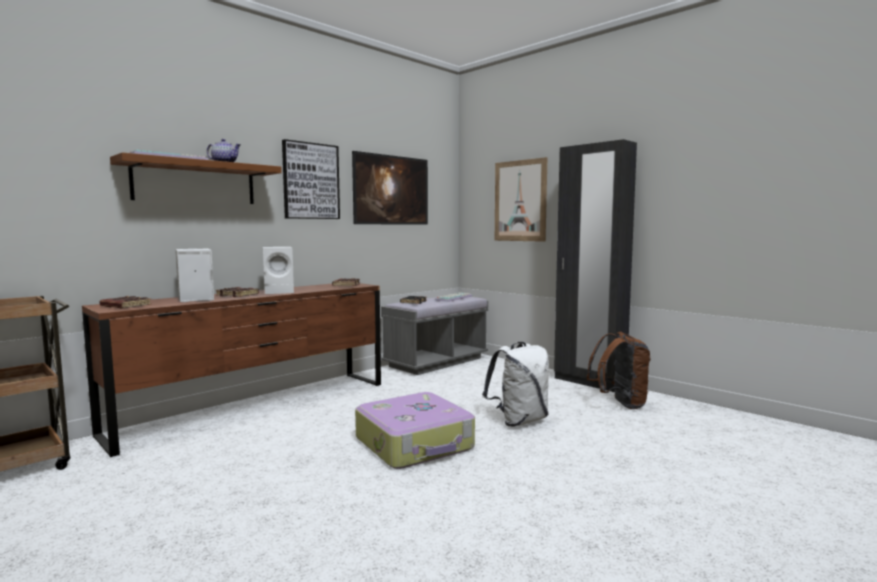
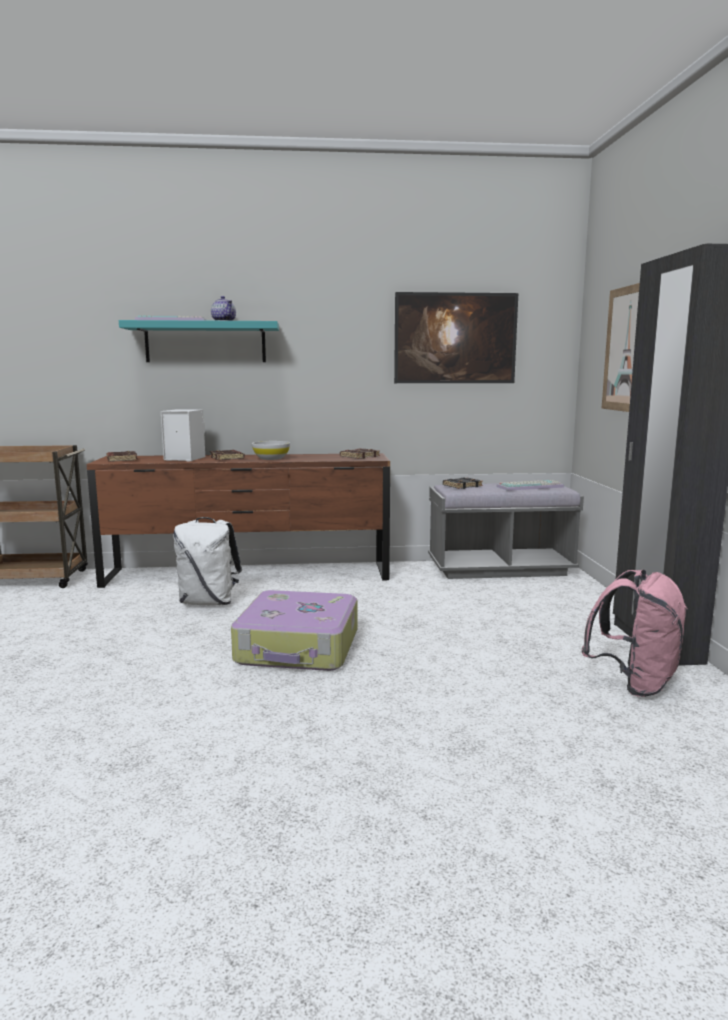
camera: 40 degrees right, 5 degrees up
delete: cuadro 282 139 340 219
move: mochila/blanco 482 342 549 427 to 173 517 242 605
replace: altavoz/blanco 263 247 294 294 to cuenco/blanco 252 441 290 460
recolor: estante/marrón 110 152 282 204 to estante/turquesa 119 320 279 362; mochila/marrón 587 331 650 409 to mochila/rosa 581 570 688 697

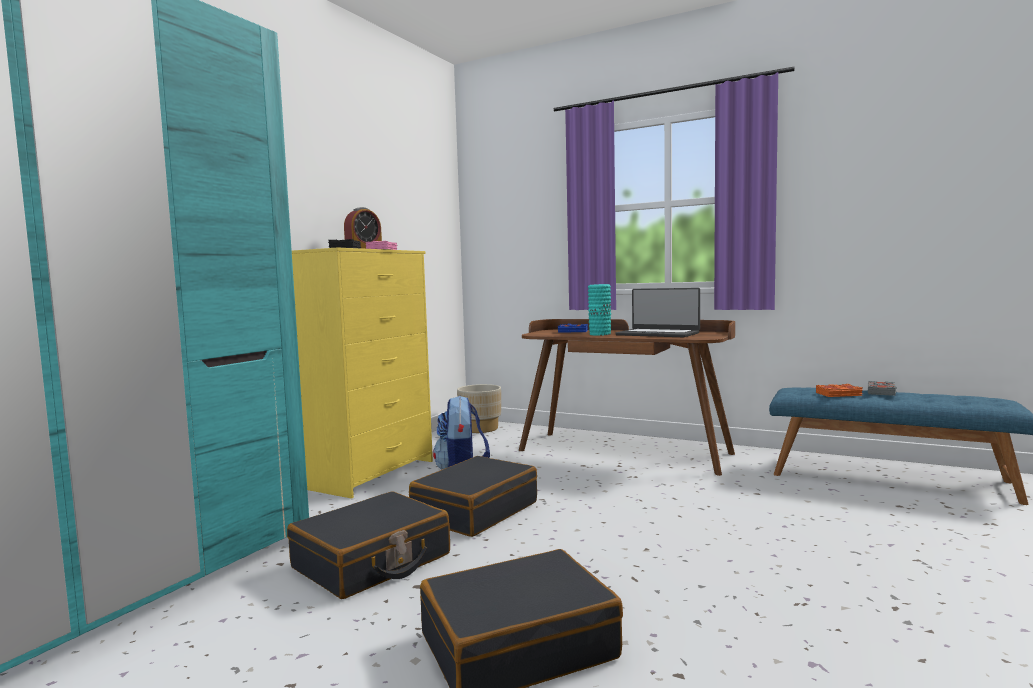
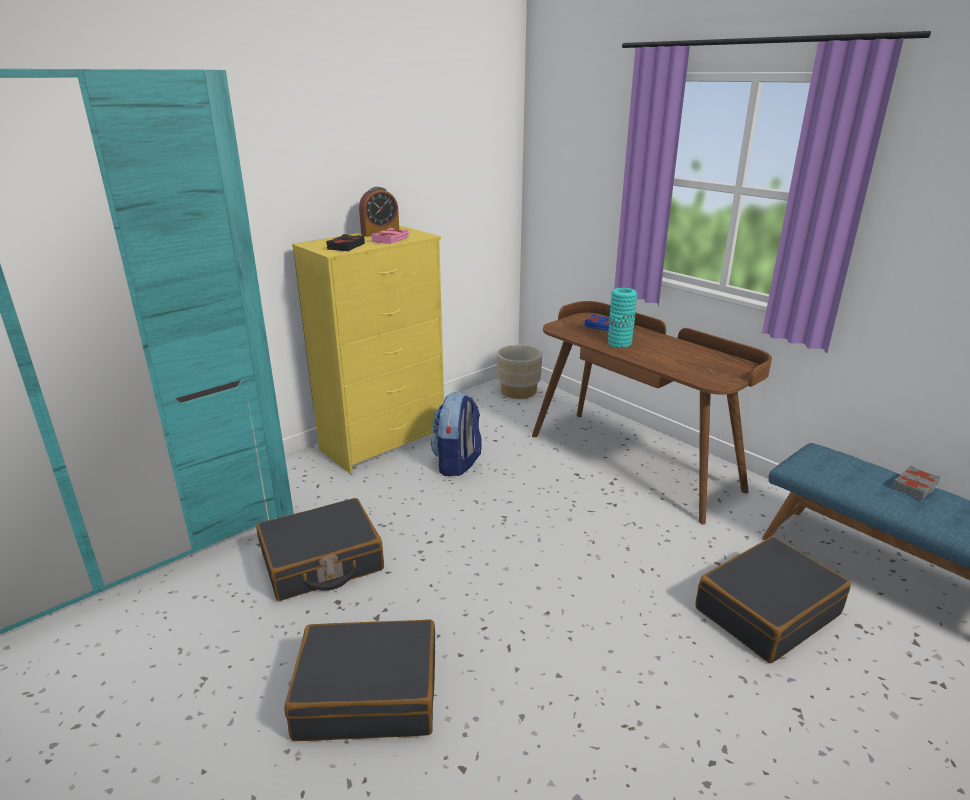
camera: 20 degrees right, 20 degrees up
delete: portátil 615 288 700 337; libro/naranja 816 384 863 397
move: maleta/negro 409 456 537 537 to 695 537 851 663

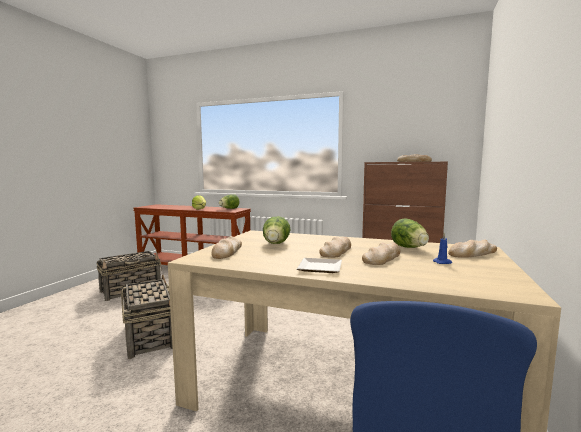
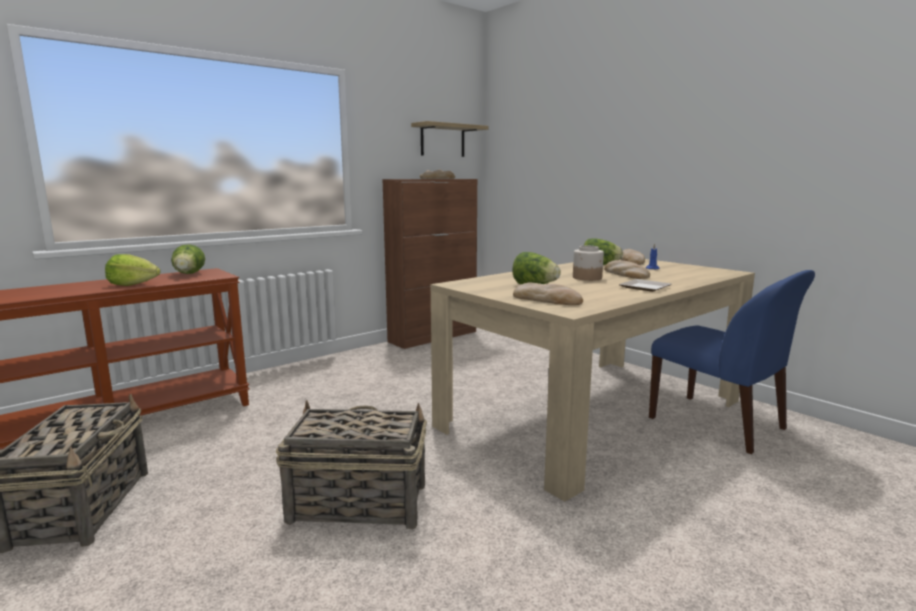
camera: 60 degrees left, 5 degrees up
insert: estante 411 121 488 157
replace: pan 319 237 351 258 to tarro 573 246 604 281

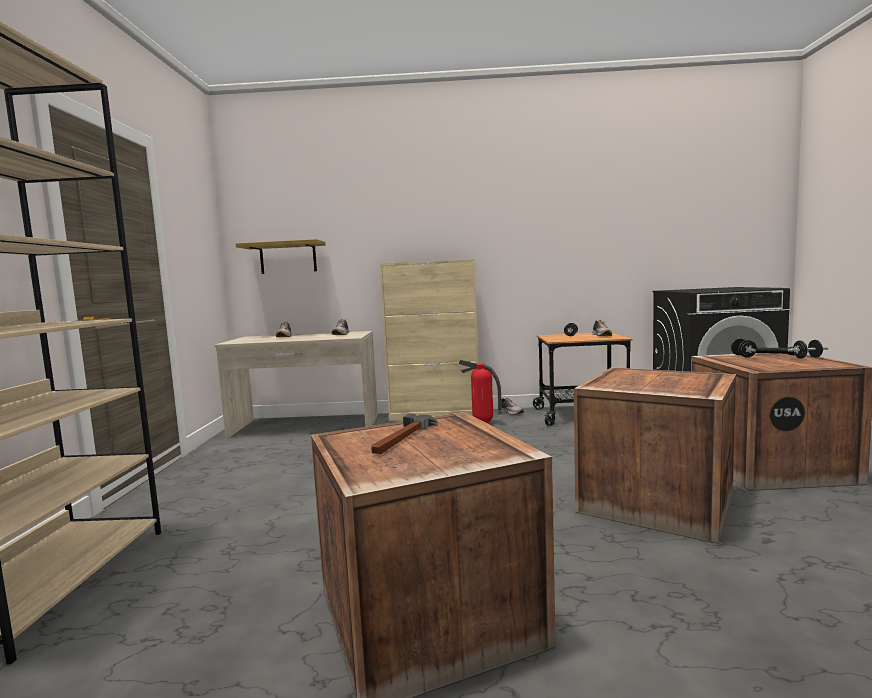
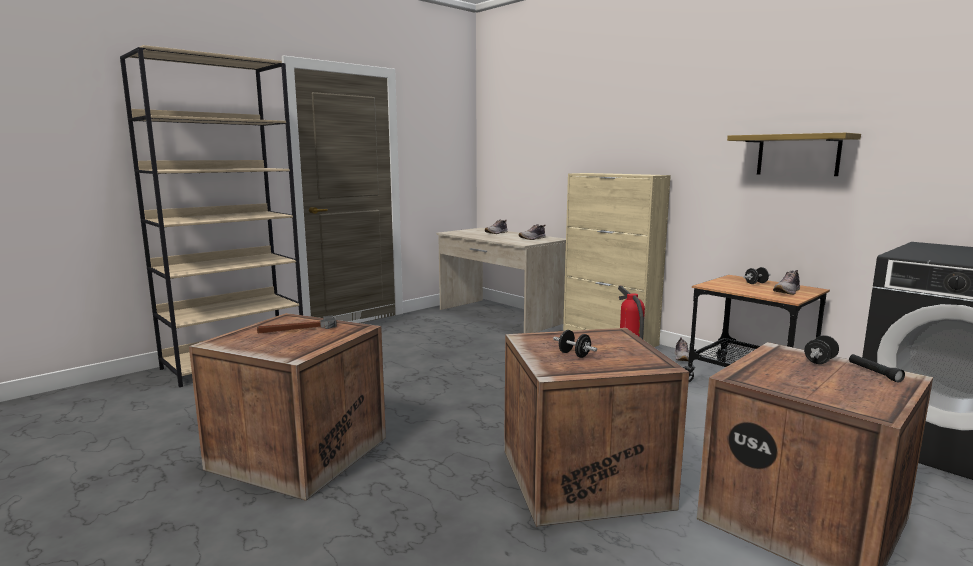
camera: 45 degrees right, 5 degrees up
move: estante 236 239 326 274 to 727 132 861 176; mancuerna/negro 788 340 829 359 to 553 330 597 358

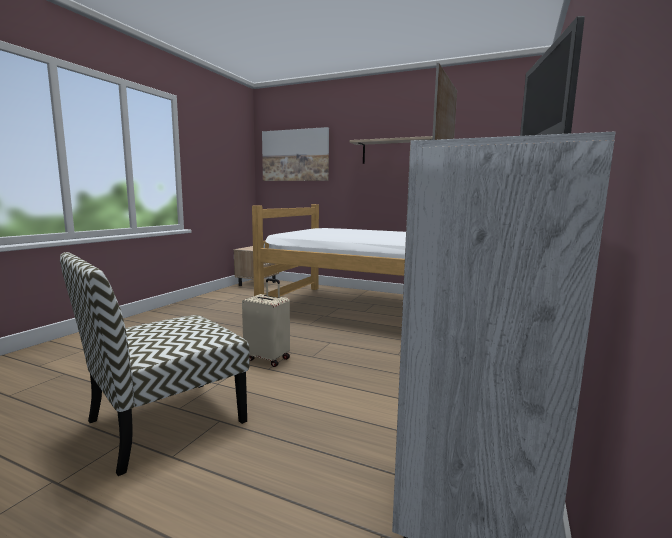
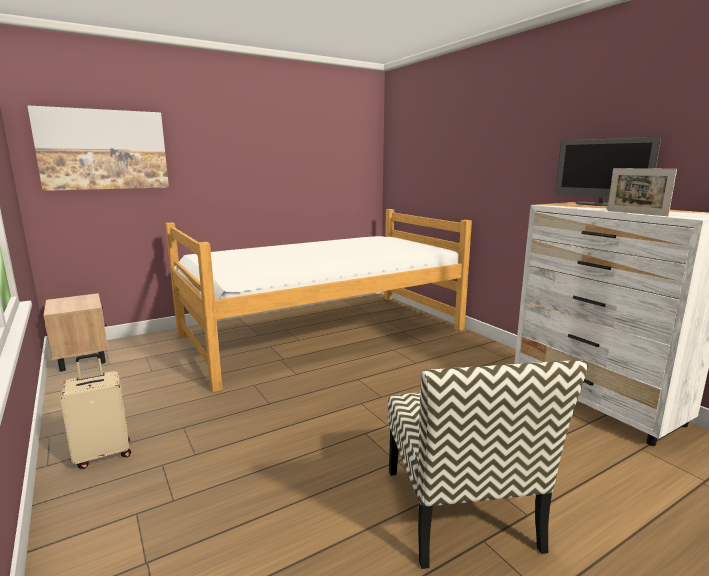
camera: 55 degrees left, 5 degrees up
delete: estante 350 136 432 164
move: maleta/beis 242 278 290 367 to 60 353 131 469

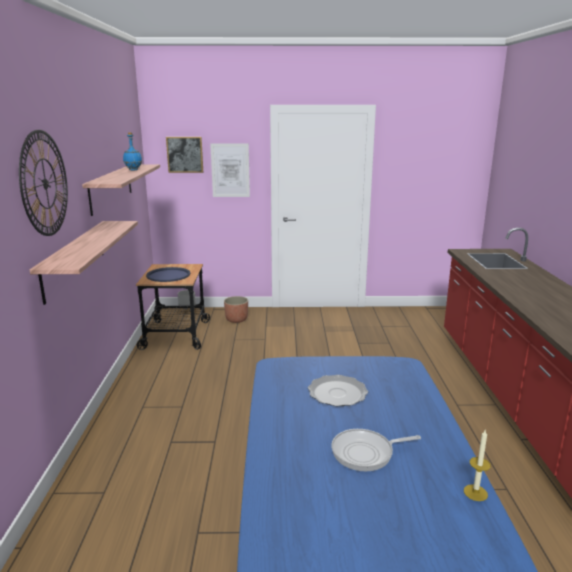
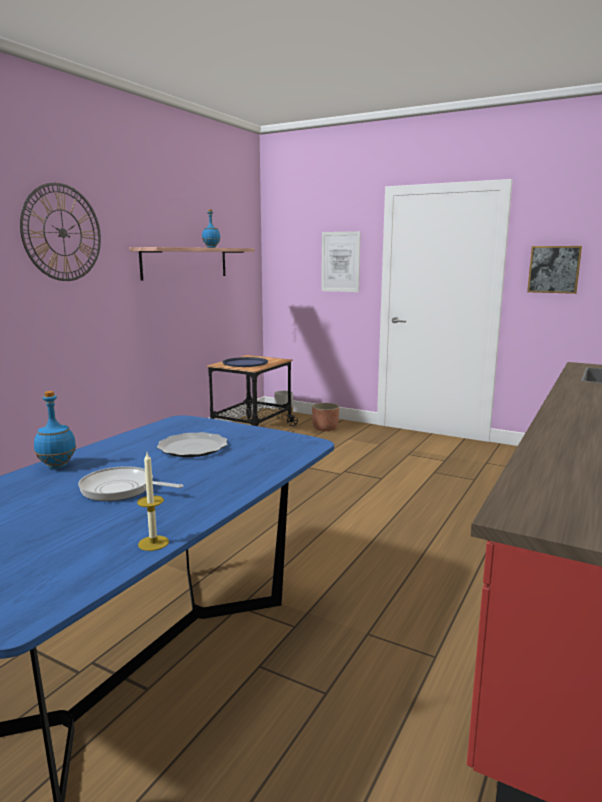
camera: 30 degrees right, 5 degrees down
delete: estante 30 221 138 305
insert: botella/azul 34 391 76 469
move: cuadro 166 137 203 173 to 527 246 582 294

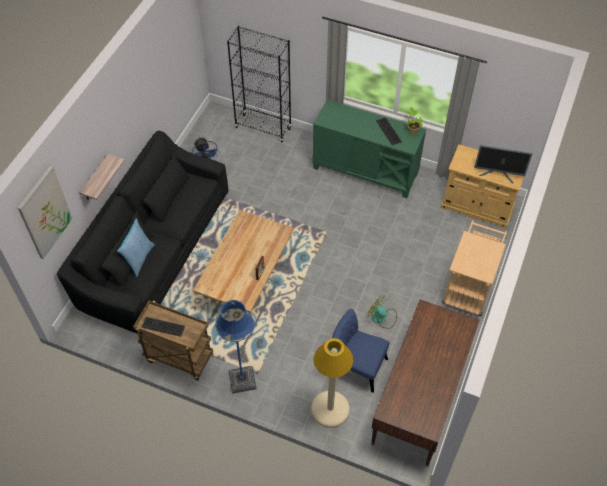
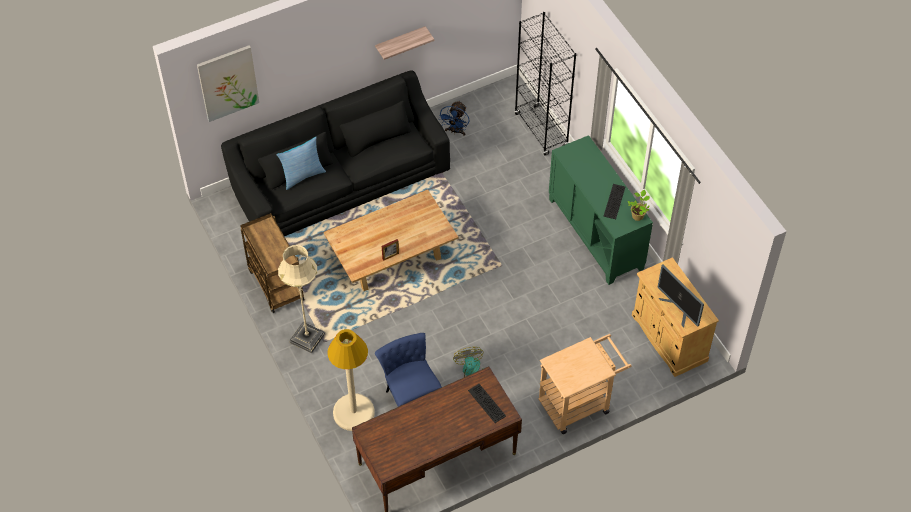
camera: 40 degrees right, 0 degrees up
move: estante 79 154 125 200 to 375 26 434 60; teclado 141 317 185 337 to 468 384 506 423
recolor: lámpara de pie/azul 215 300 256 394 to lámpara de pie/beis 278 245 325 353

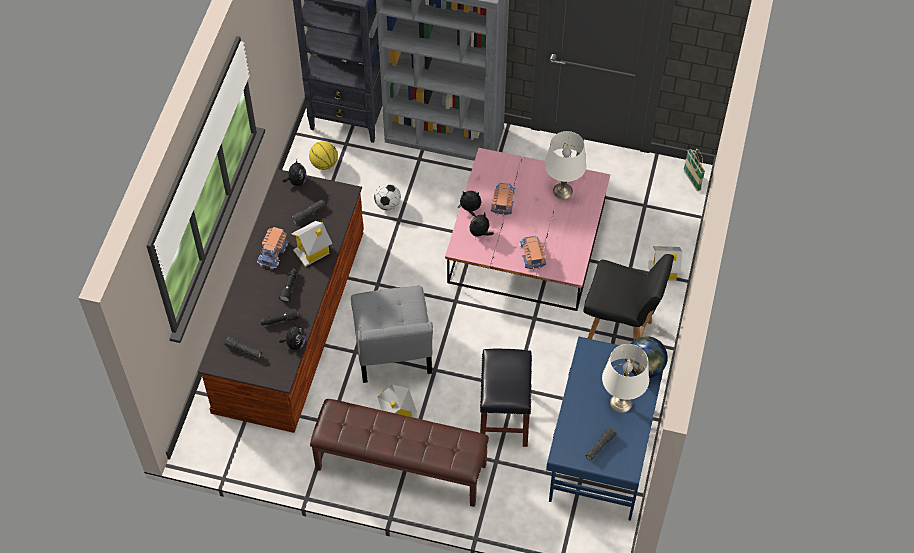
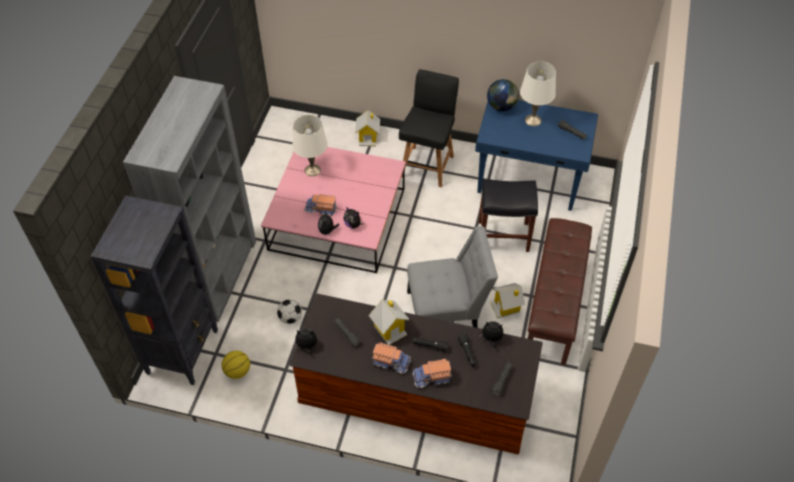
camera: 90 degrees left, 5 degrees down
delete: cesta 683 149 705 191
move: camión de juguete 519 236 546 271 to 412 359 452 388

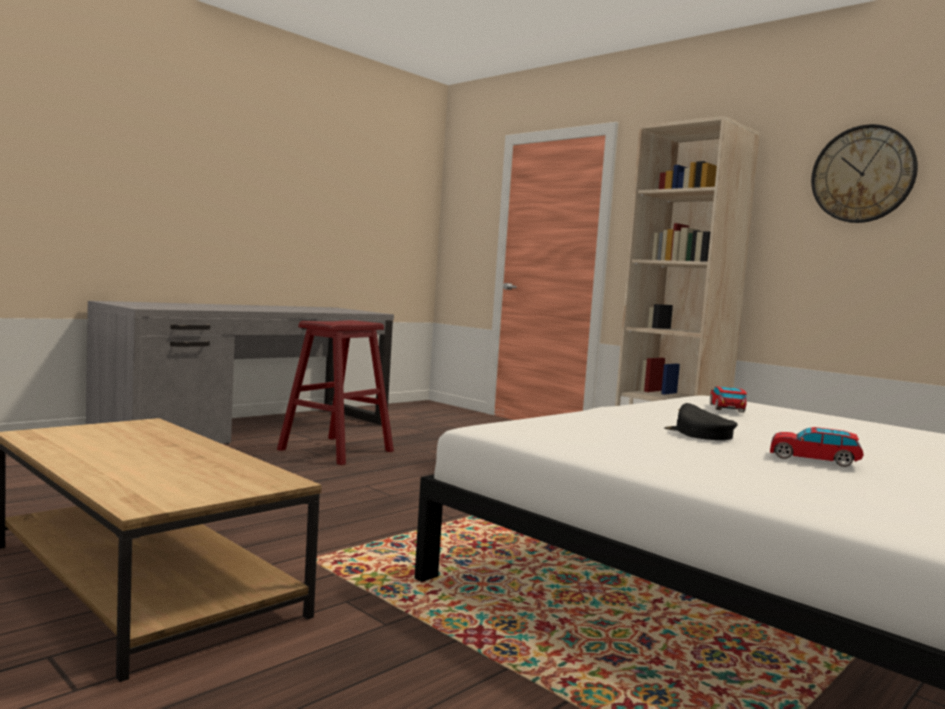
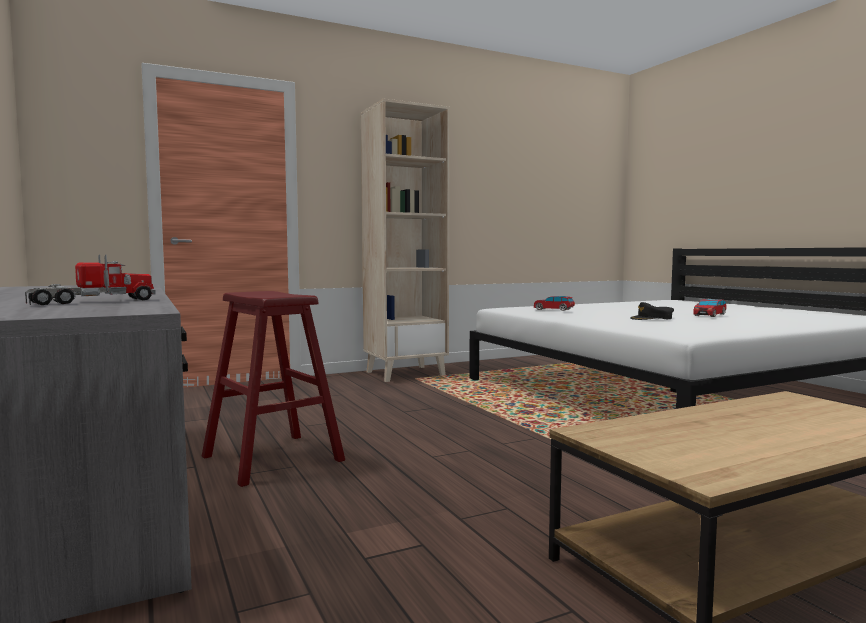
camera: 70 degrees left, 0 degrees up
delete: reloj de pared 811 124 918 223
insert: camión de juguete 25 254 156 305

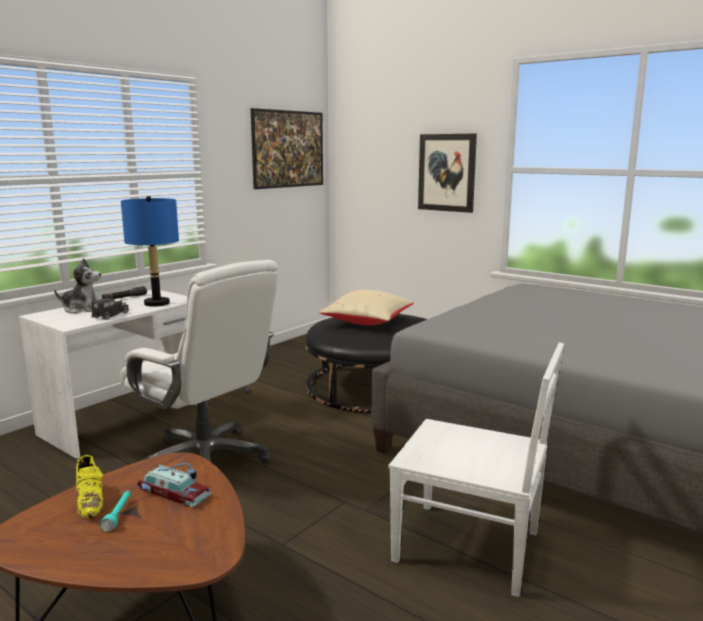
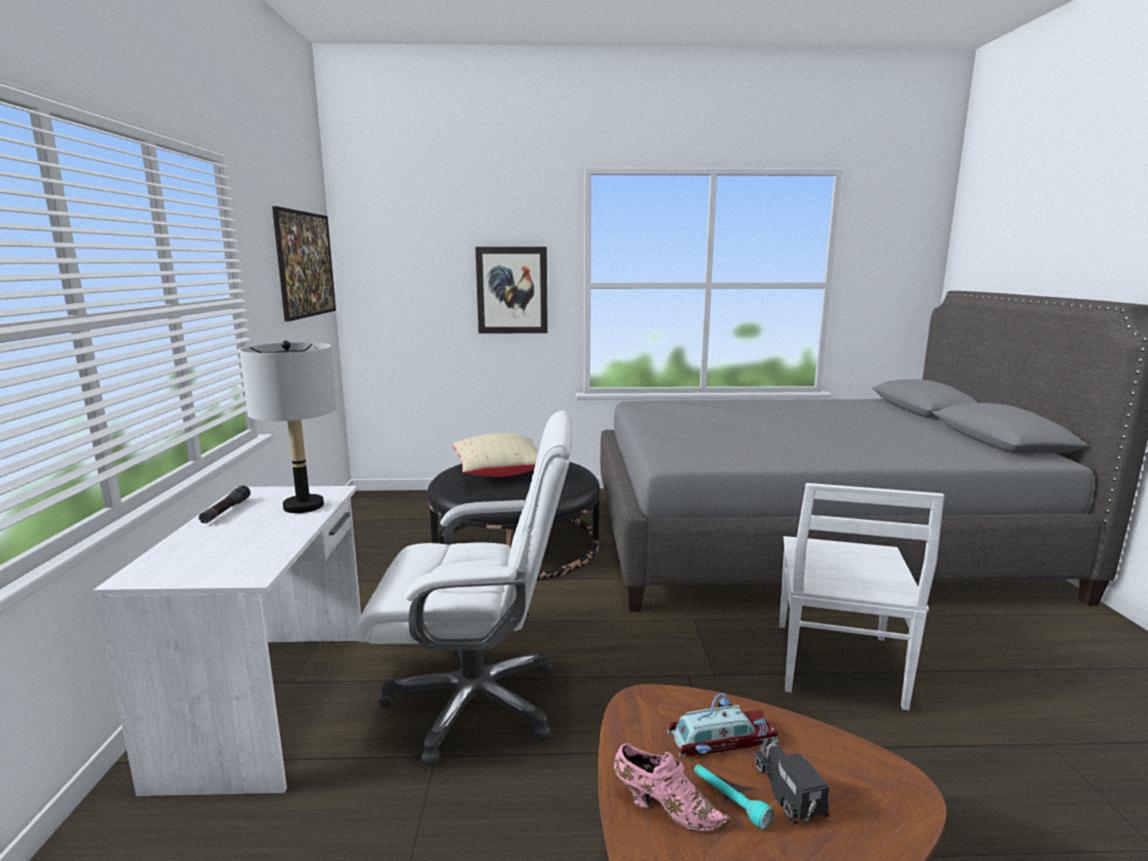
camera: 40 degrees left, 0 degrees up
delete: peluche 54 258 101 313
move: camión de juguete 88 298 129 320 to 754 742 829 825
recolor: lámpara de mesa/azul 121 196 179 307 to lámpara de mesa/gris 240 341 337 513; zapato/amarillo 76 455 104 518 to zapato/rosa 614 743 731 831
rotate: silla/blanco 388 342 564 597 = 779 483 945 710 120 degrees clockwise

